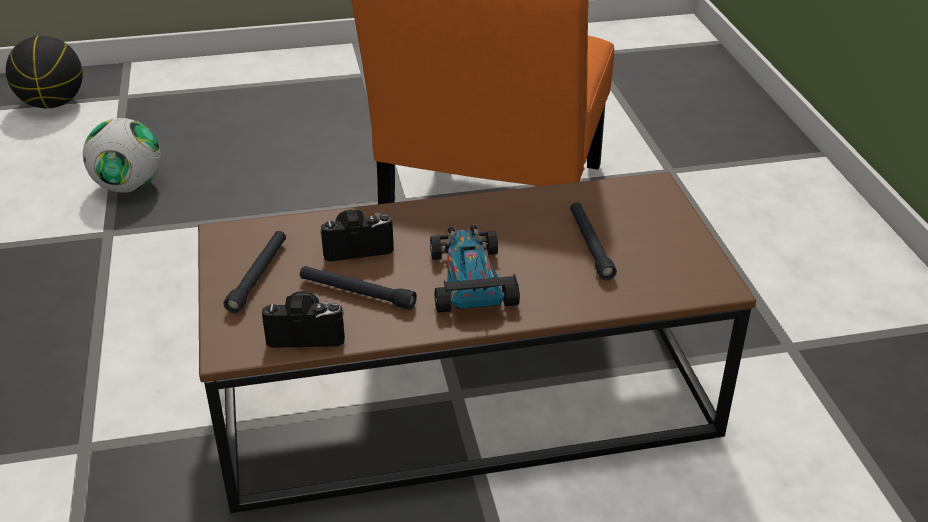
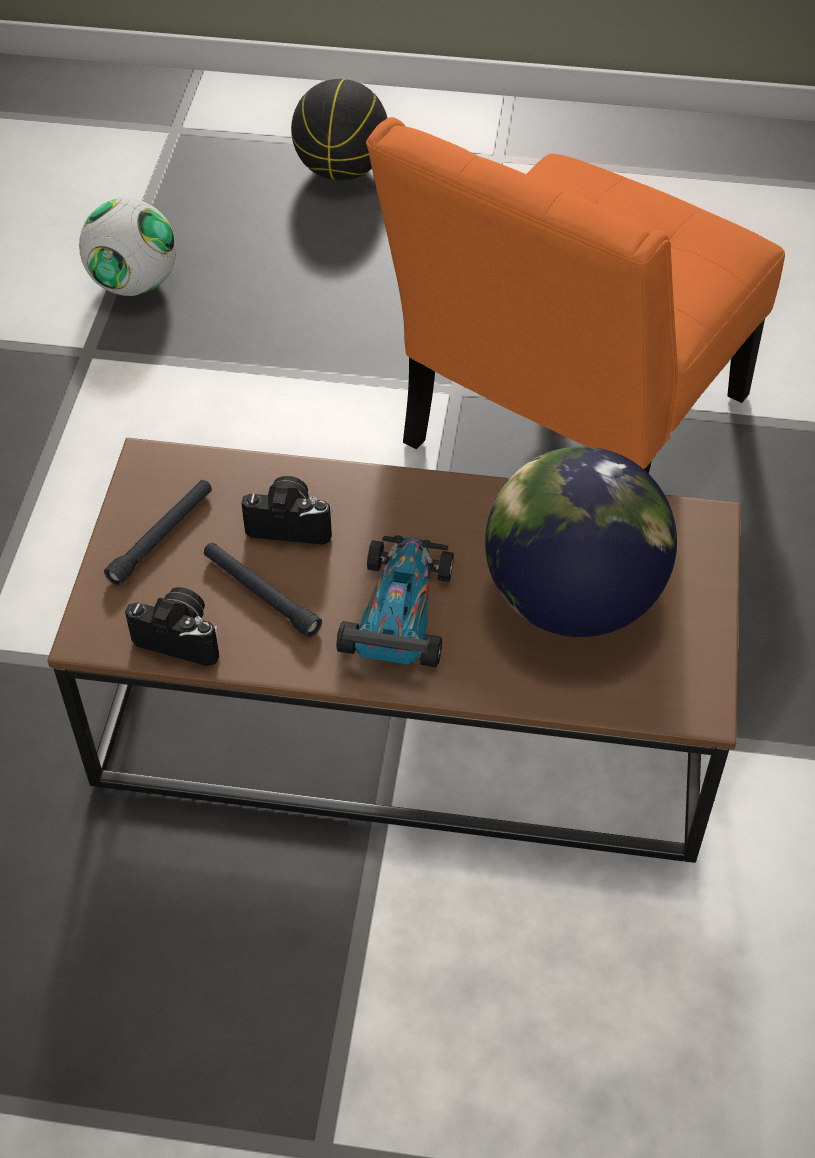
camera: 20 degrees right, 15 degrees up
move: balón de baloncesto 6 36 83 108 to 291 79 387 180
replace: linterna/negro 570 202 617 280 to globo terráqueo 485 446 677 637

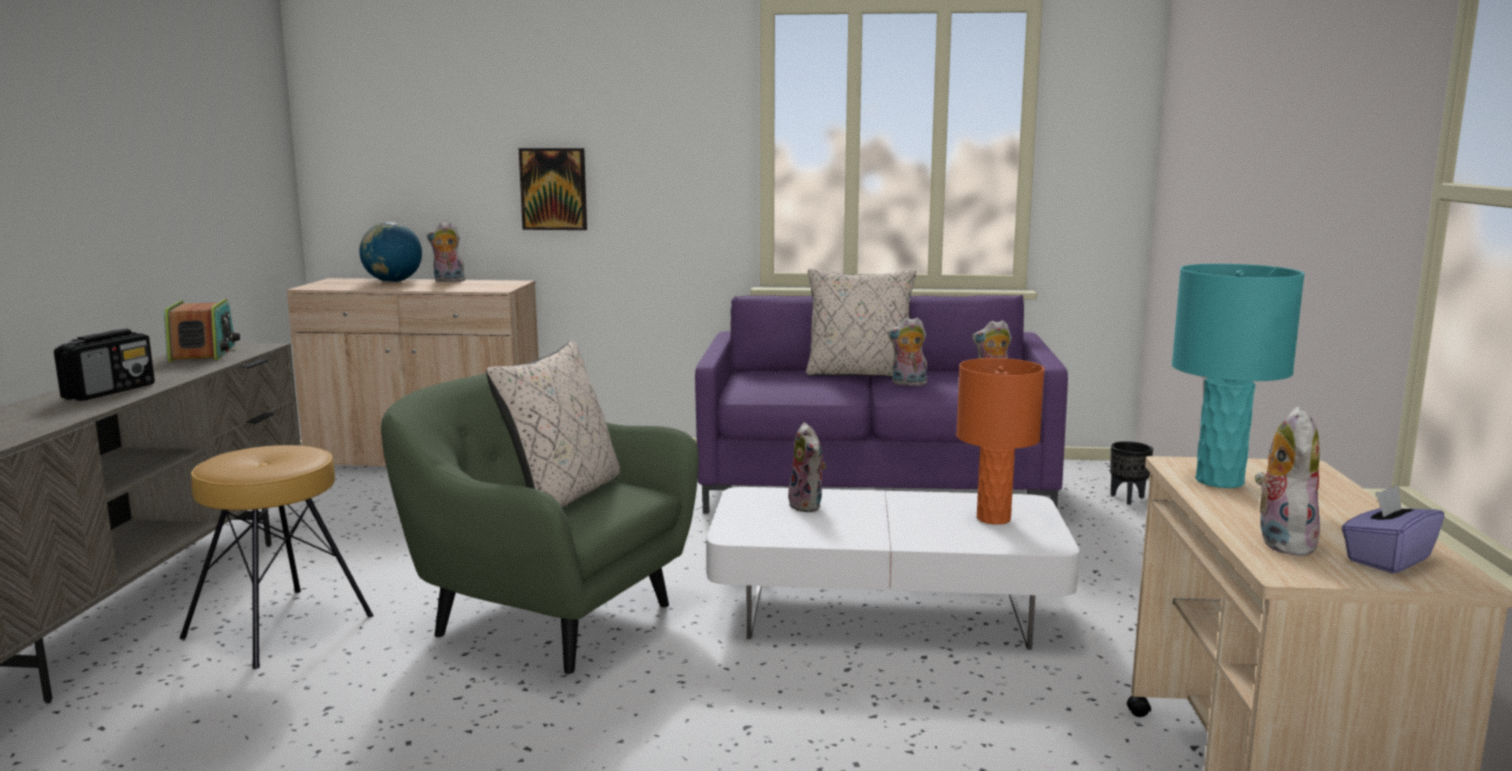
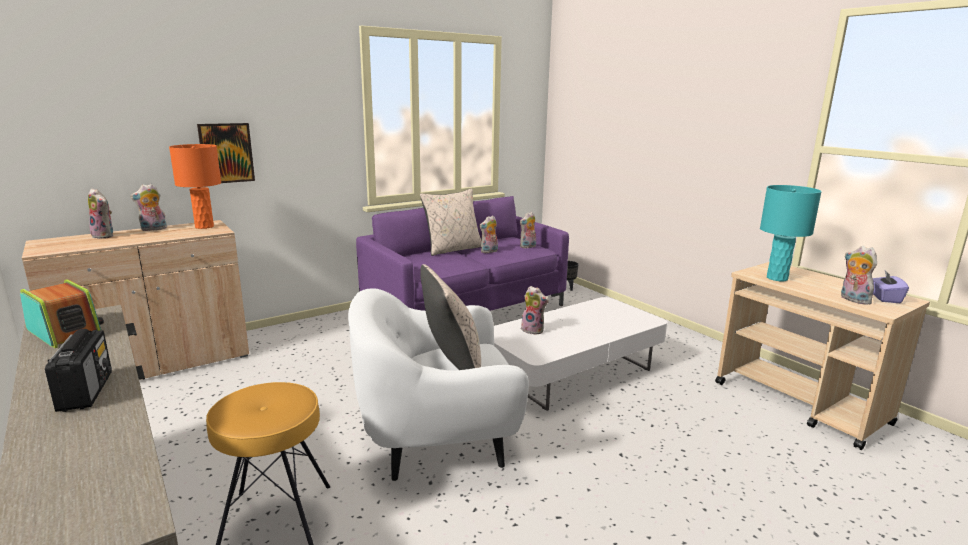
camera: 40 degrees left, 5 degrees up
move: lámpara de mesa/naranja 956 358 1045 525 to 169 144 221 229
replace: globo terráqueo 359 222 422 282 to peluche 88 188 113 239
recolor: sillón/verde 381 373 699 674 to sillón/blanco 348 288 529 481

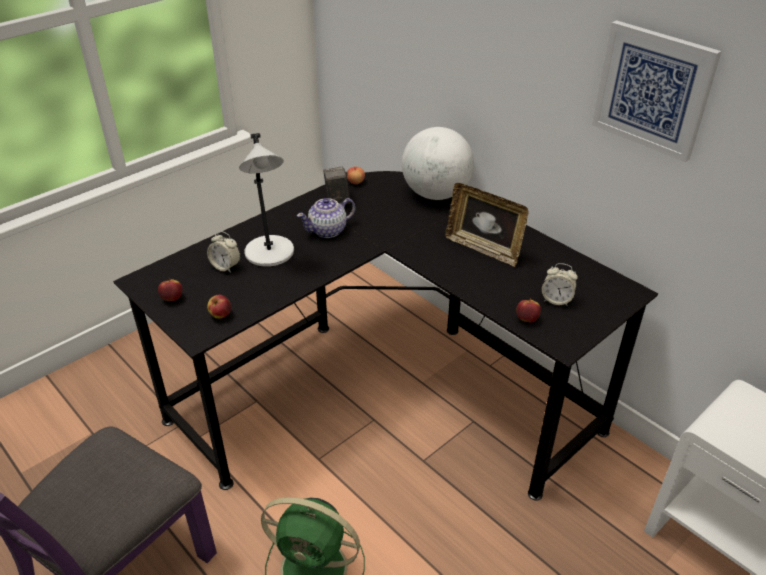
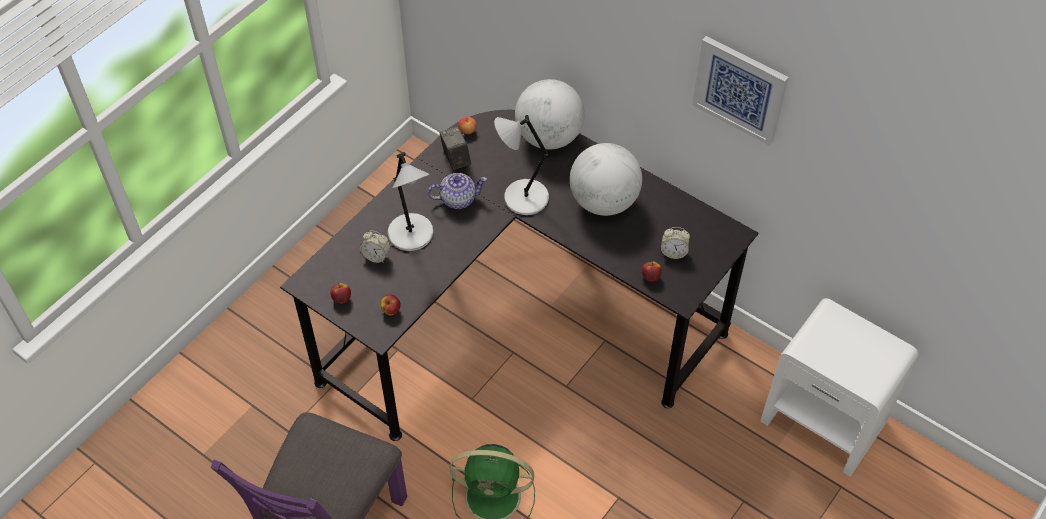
camera: 10 degrees left, 15 degrees up
insert: lámpara de mesa/gris 494 115 549 215
replace: portarretratos 445 183 528 267 to globo terráqueo 570 143 642 216
rotate: tetera 297 198 355 238 = 428 173 487 209 150 degrees counterclockwise

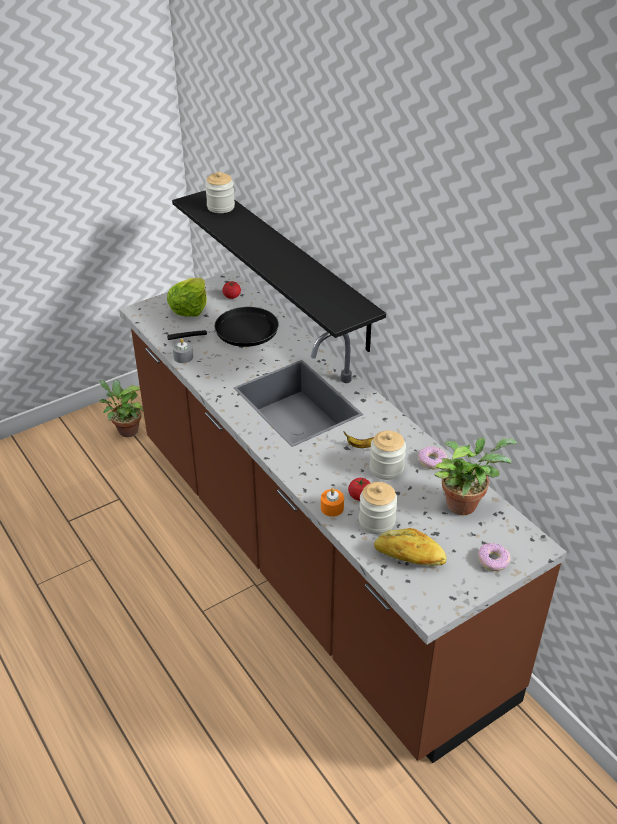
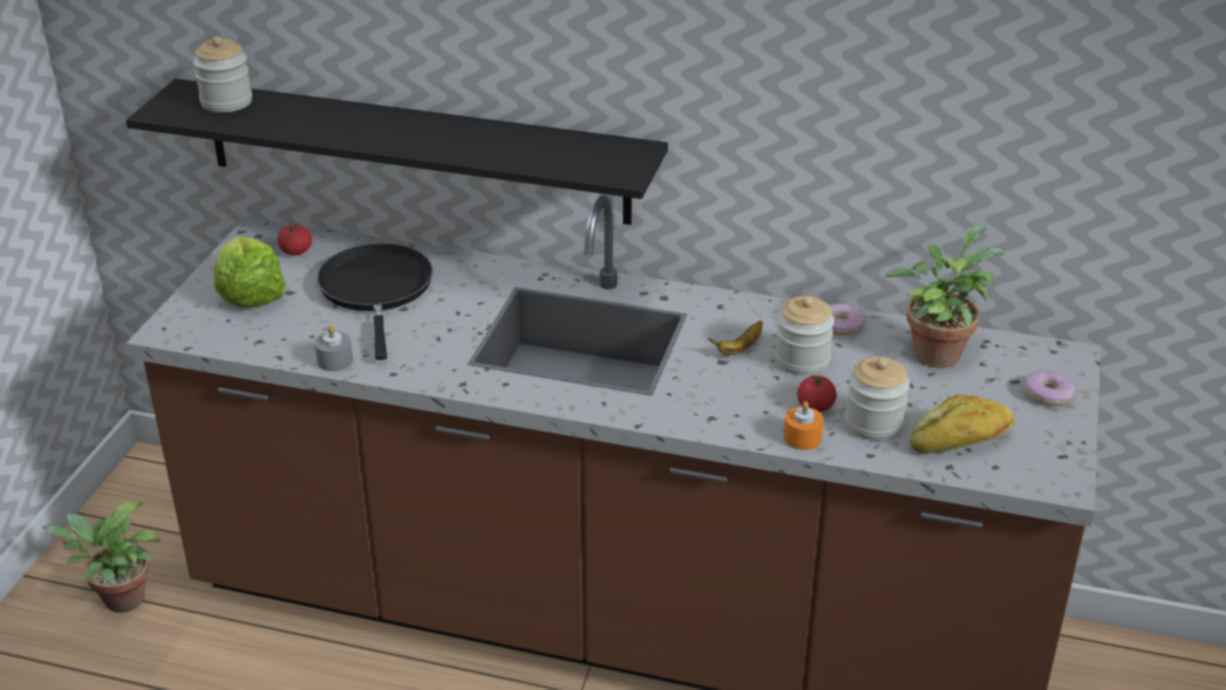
camera: 40 degrees left, 5 degrees down
rotate: sartén/negro 167 307 279 347 = 317 243 433 360 45 degrees counterclockwise

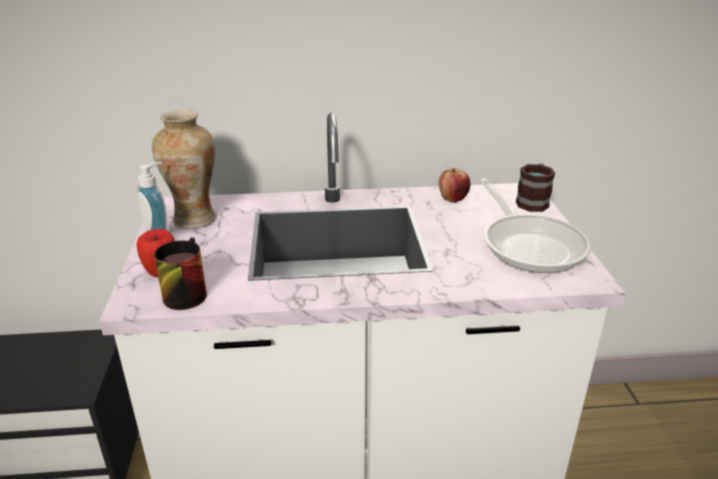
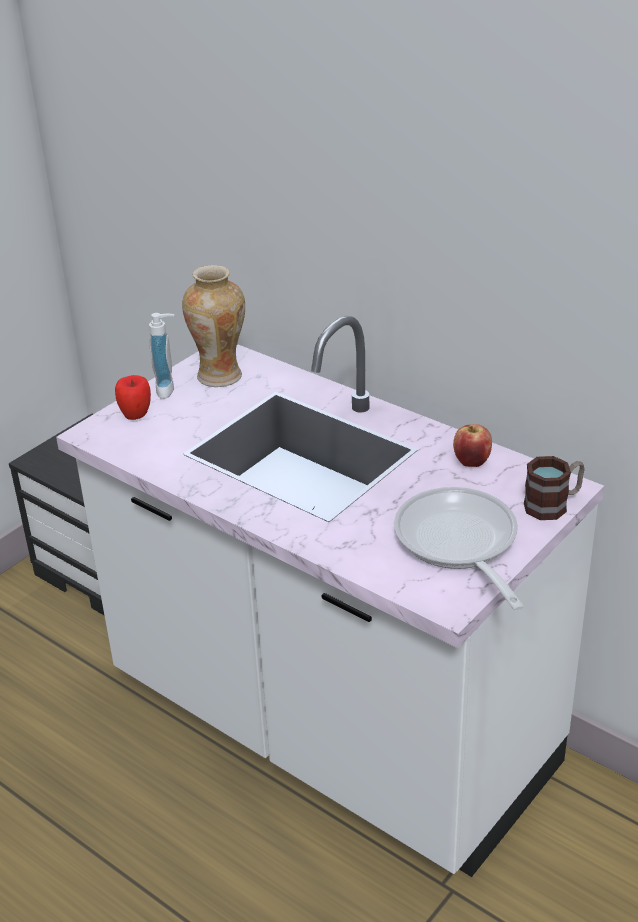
camera: 45 degrees right, 5 degrees up
delete: taza grande 154 238 207 310
rotate: sartén 479 179 592 273 = 394 487 524 610 135 degrees clockwise

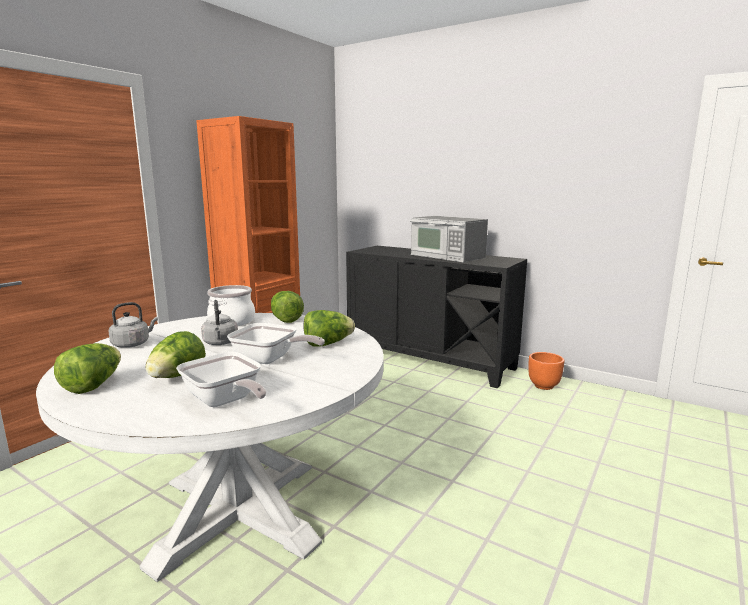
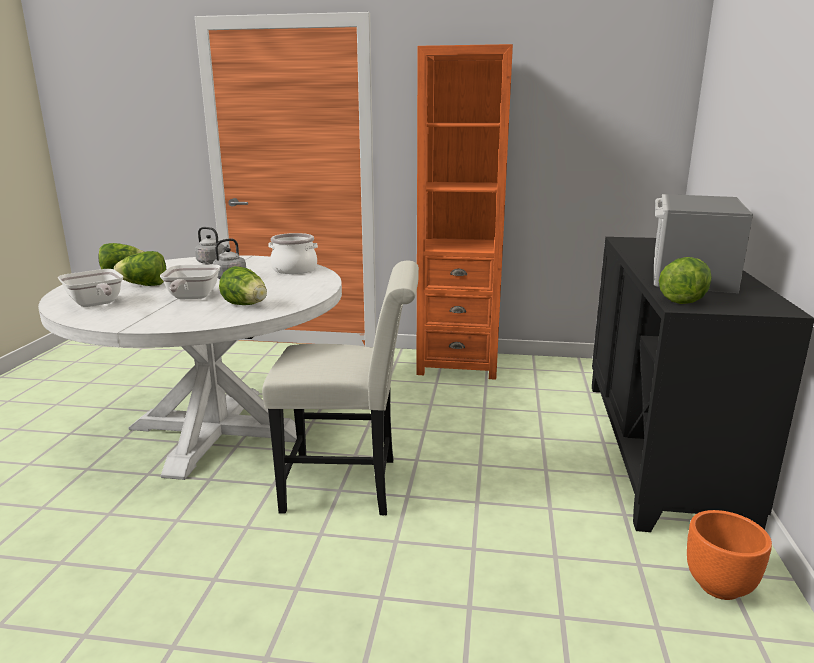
camera: 65 degrees right, 5 degrees up
insert: silla/blanco 262 261 419 516
move: lechuga 271 291 304 323 to 659 257 712 304
rotate: sartén 176 352 266 407 = 58 269 123 307 60 degrees counterclockwise

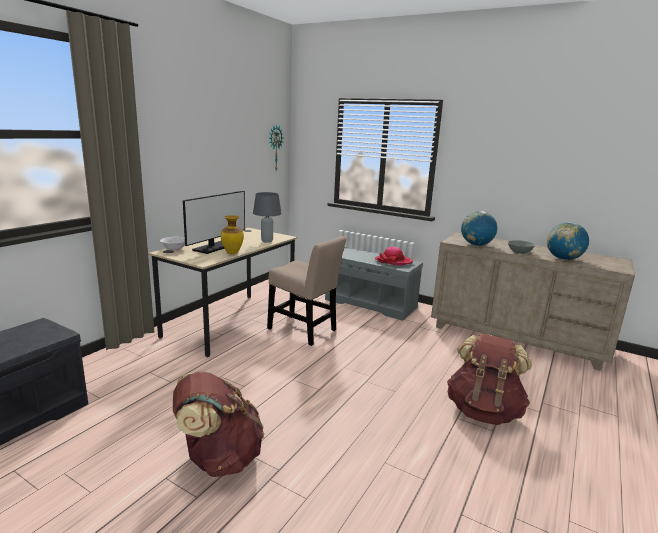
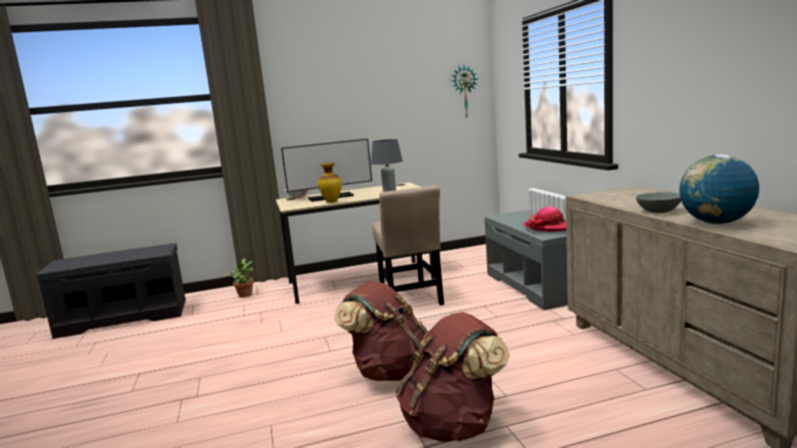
camera: 45 degrees right, 5 degrees down
delete: globo terráqueo 461 211 497 246
insert: planta en maceta 224 259 254 298
move: mochila/marrón 173 372 264 477 to 334 281 428 381

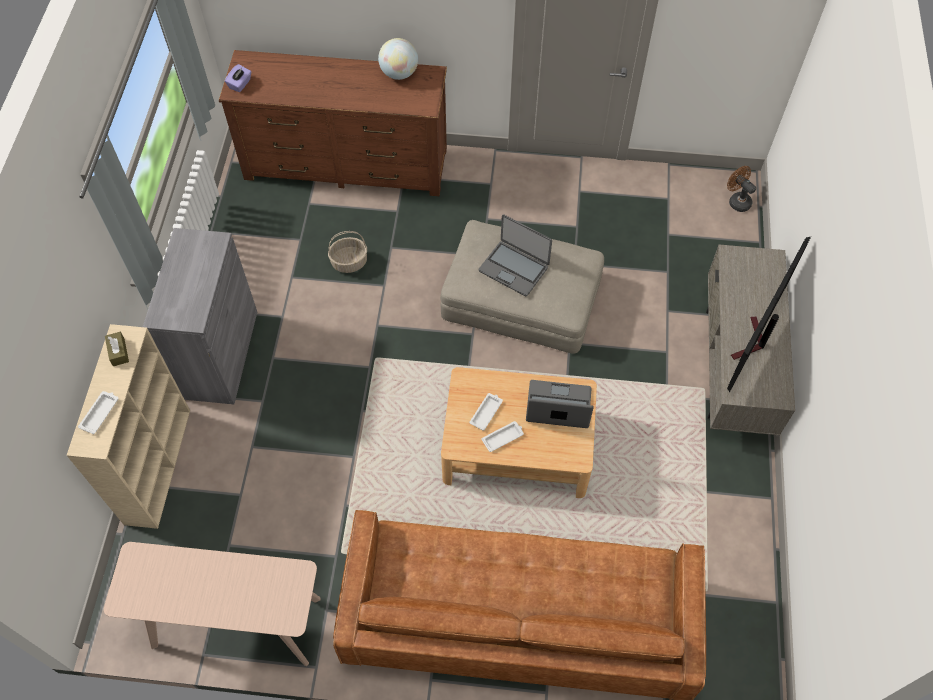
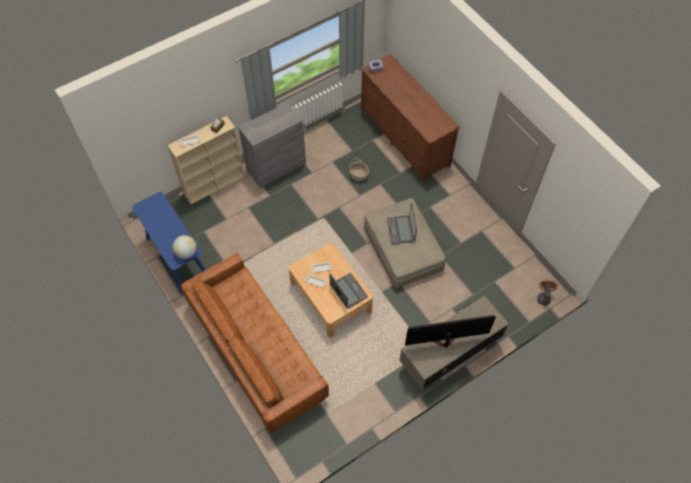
camera: 50 degrees right, 0 degrees up
move: globo terráqueo 378 38 418 80 to 173 235 197 259
recolor: mesa consola/beis 104 542 321 666 to mesa consola/azul 132 192 205 292

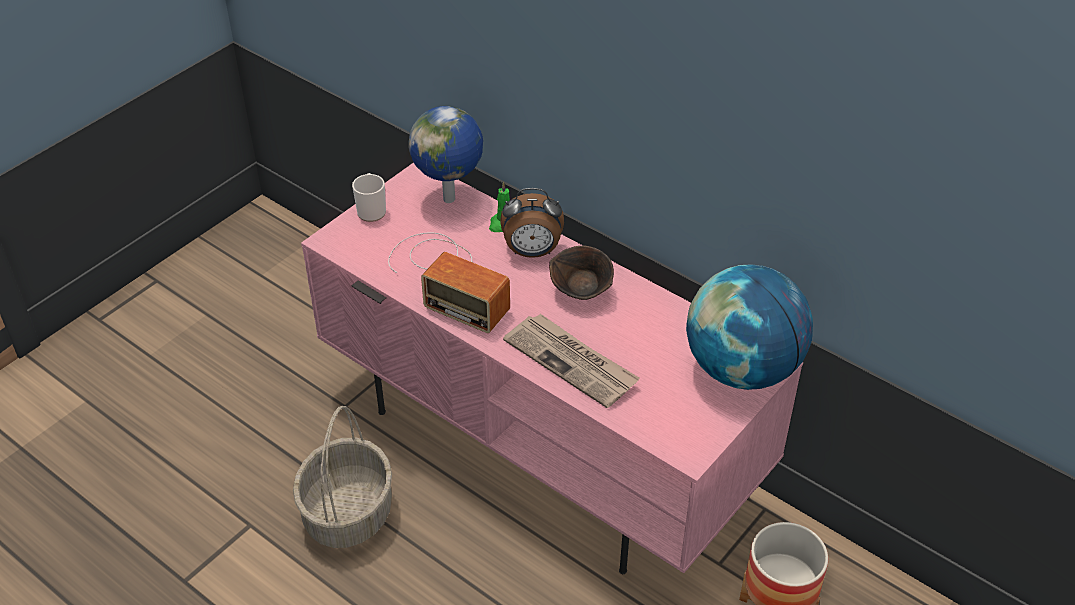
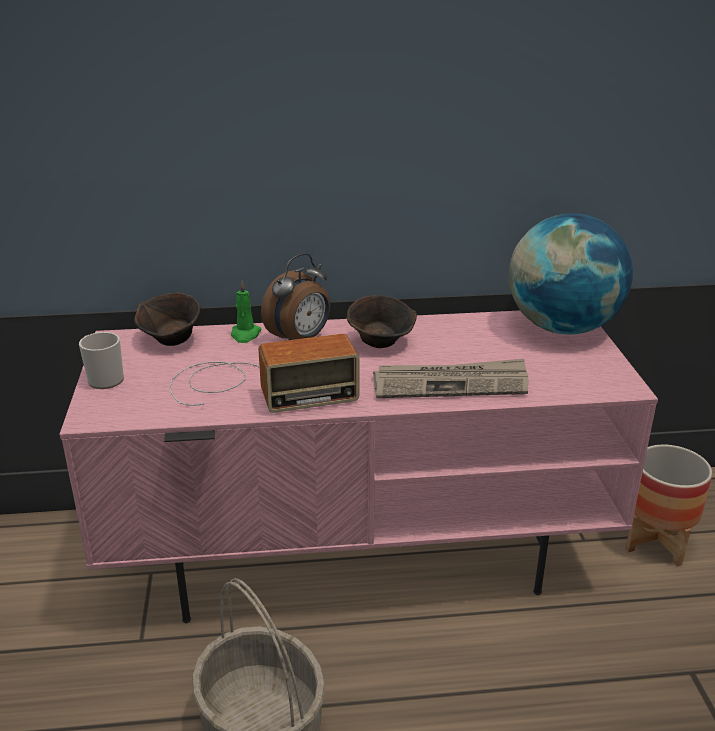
camera: 45 degrees left, 15 degrees down
replace: globo terráqueo 408 106 483 203 to cuenco/marrón 134 293 201 346

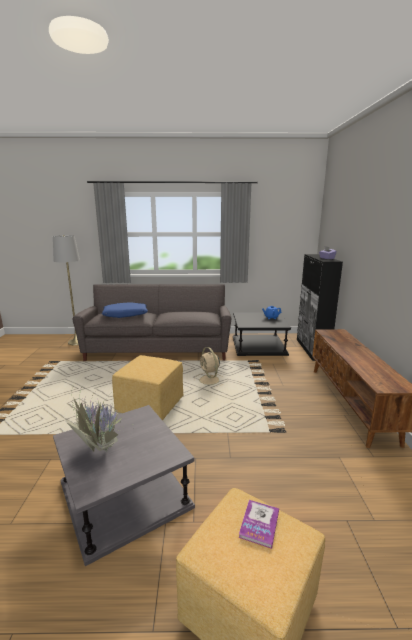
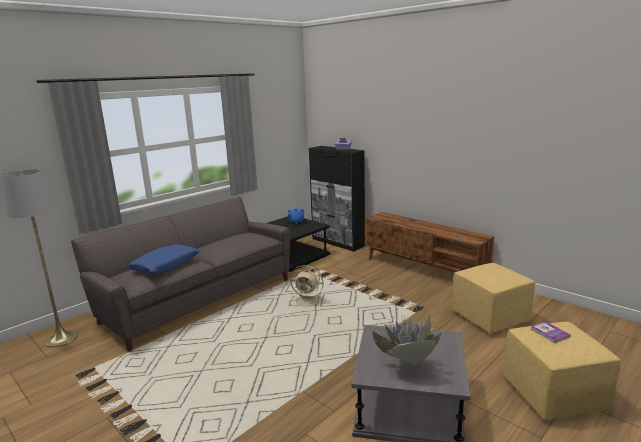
camera: 45 degrees left, 0 degrees up
move: puf/amarillo 112 355 183 421 to 452 263 535 334

